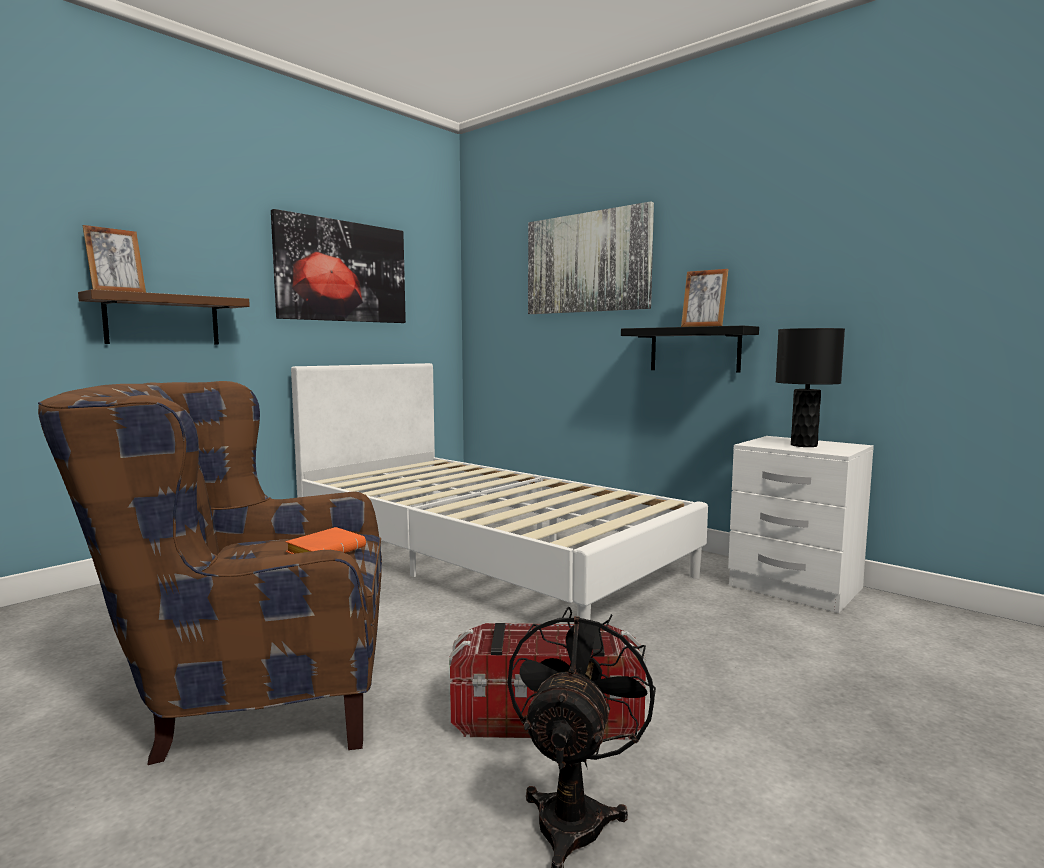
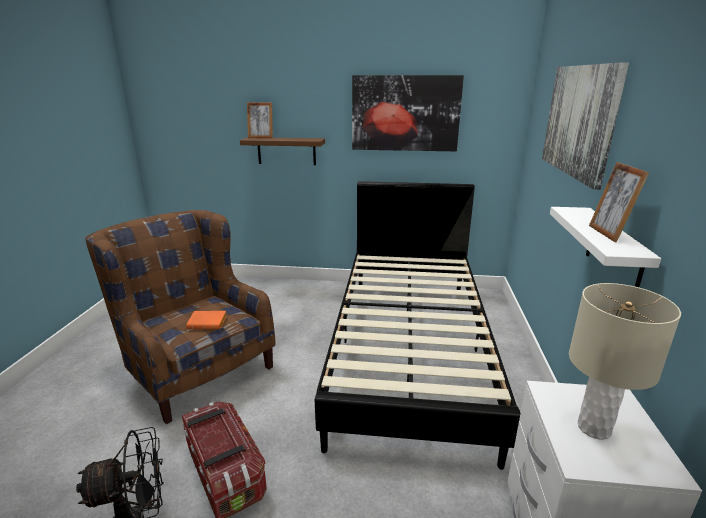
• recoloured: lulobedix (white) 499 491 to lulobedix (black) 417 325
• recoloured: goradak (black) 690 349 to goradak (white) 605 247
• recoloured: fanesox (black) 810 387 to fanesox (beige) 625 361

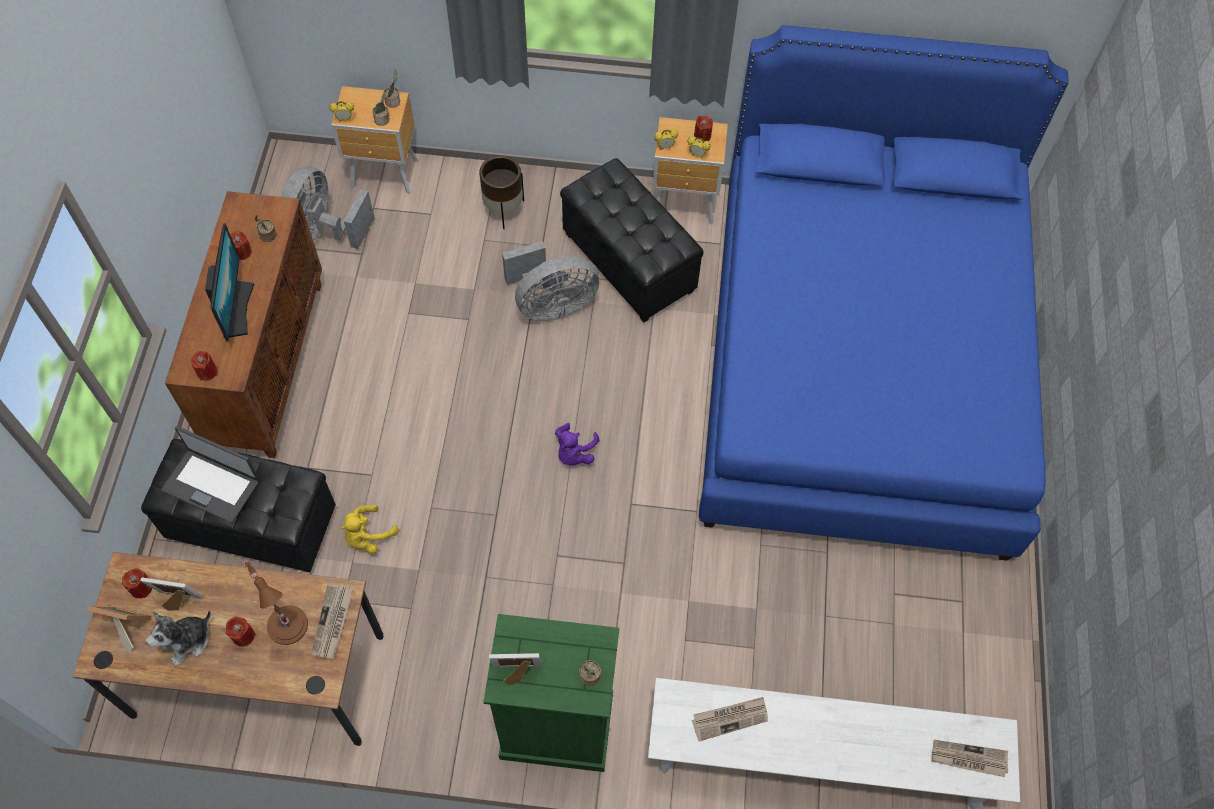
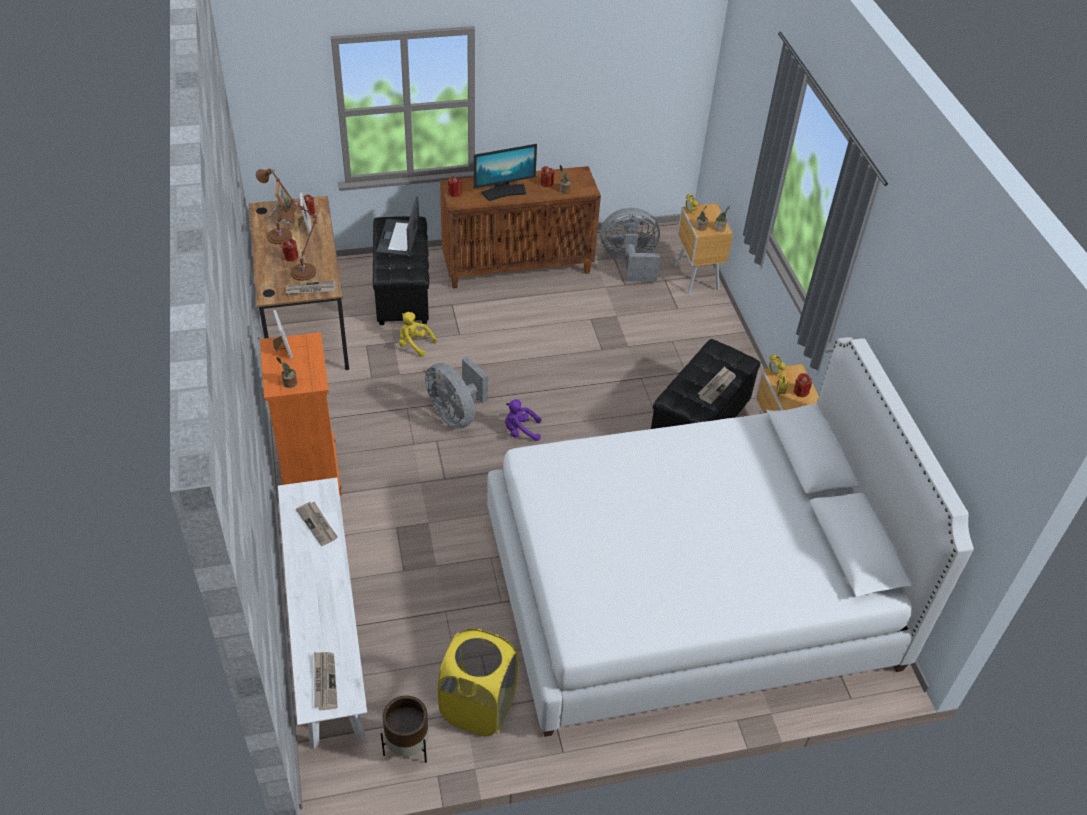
• replaced: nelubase 178 639 to fanesox (brown) 275 206
• moved: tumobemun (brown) 501 192 to 405 729
• recoloured: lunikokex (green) 551 693 to lunikokex (orange) 301 414
• moved: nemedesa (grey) 550 281 to 456 392
• recoloured: lulobedix (blue) 884 293 to lulobedix (white) 730 537
• added: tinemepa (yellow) 478 682
• added: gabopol 716 385

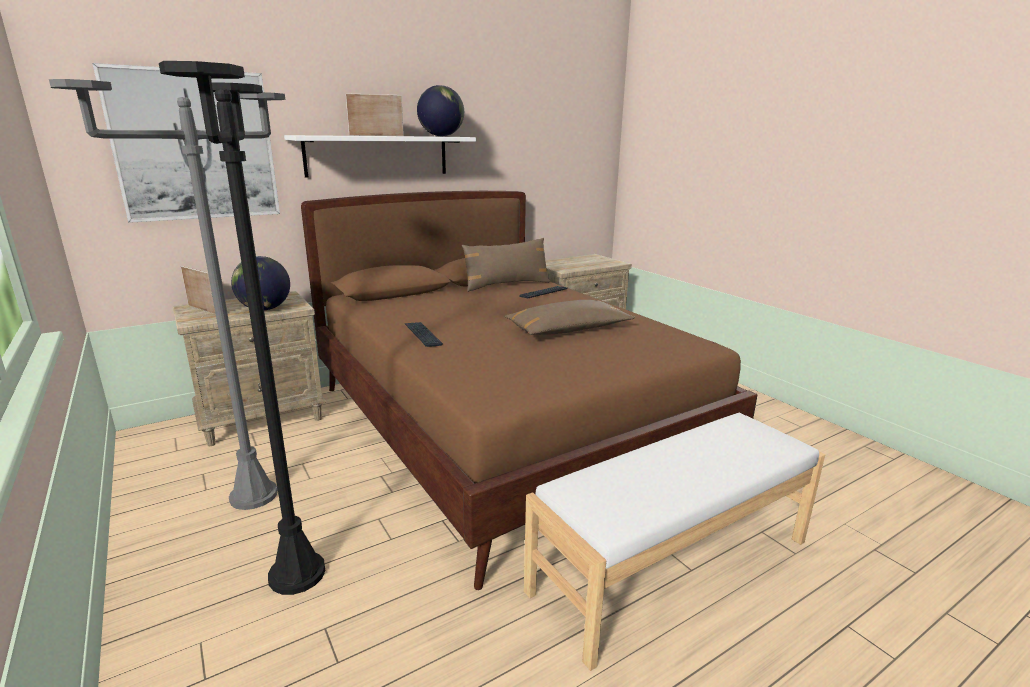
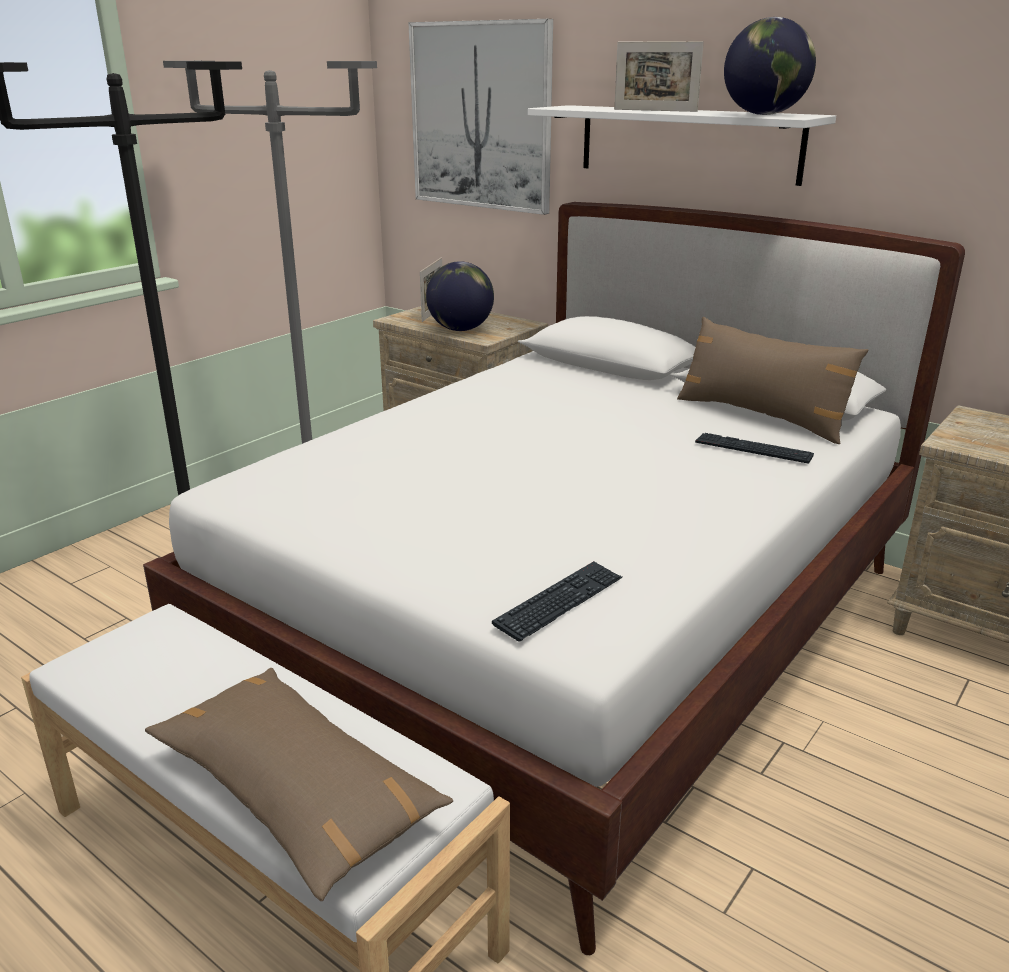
• recoloured: lulobedix (brown) 529 390 to lulobedix (white) 554 578
• turned: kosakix 375 114 = 659 76 150 degrees clockwise
• moved: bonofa 424 334 to 557 601
• moved: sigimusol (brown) 570 317 to 299 784

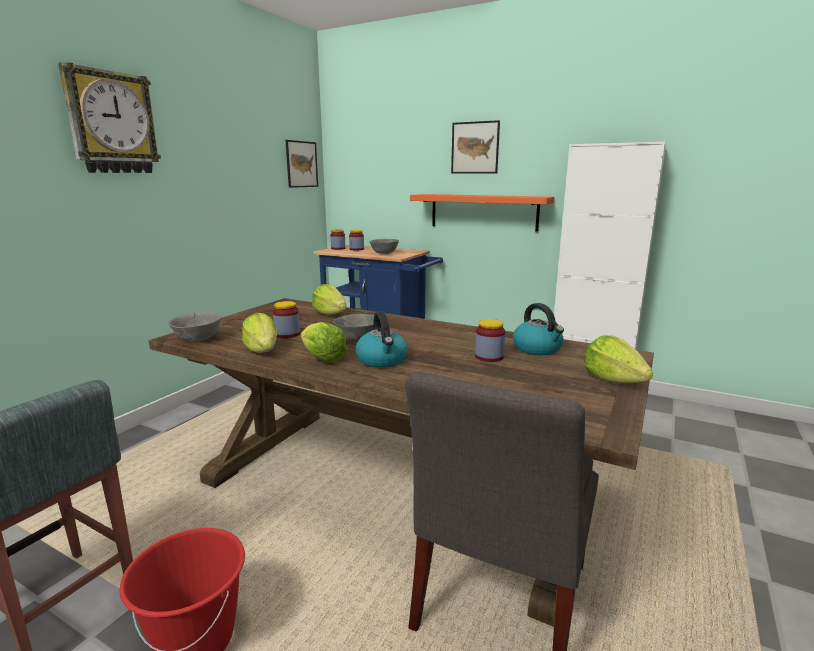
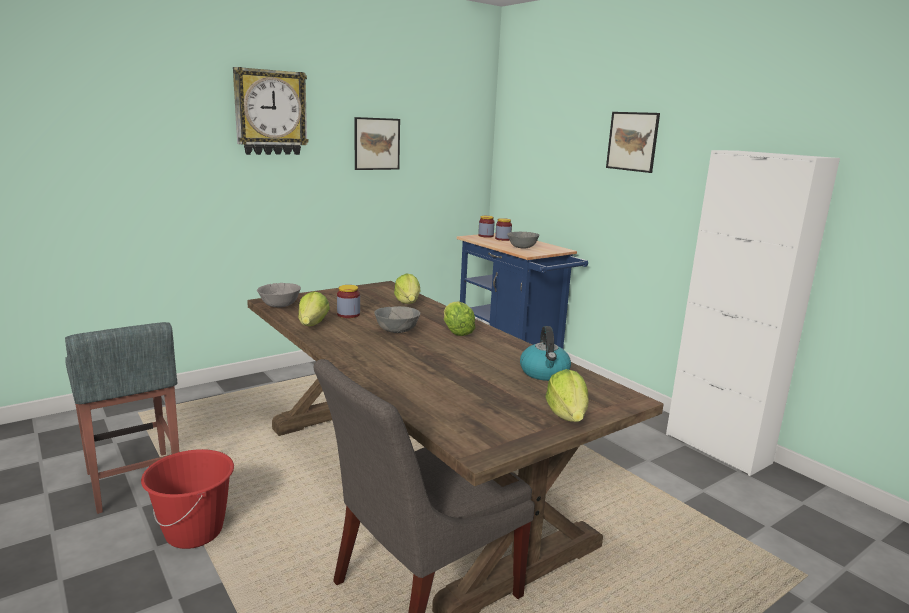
• moved: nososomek 301 164 to 377 143
• moved: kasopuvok 324 342 to 459 319
• removed: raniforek 382 340
• removed: goradak (orange) 482 213
• removed: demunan 490 340

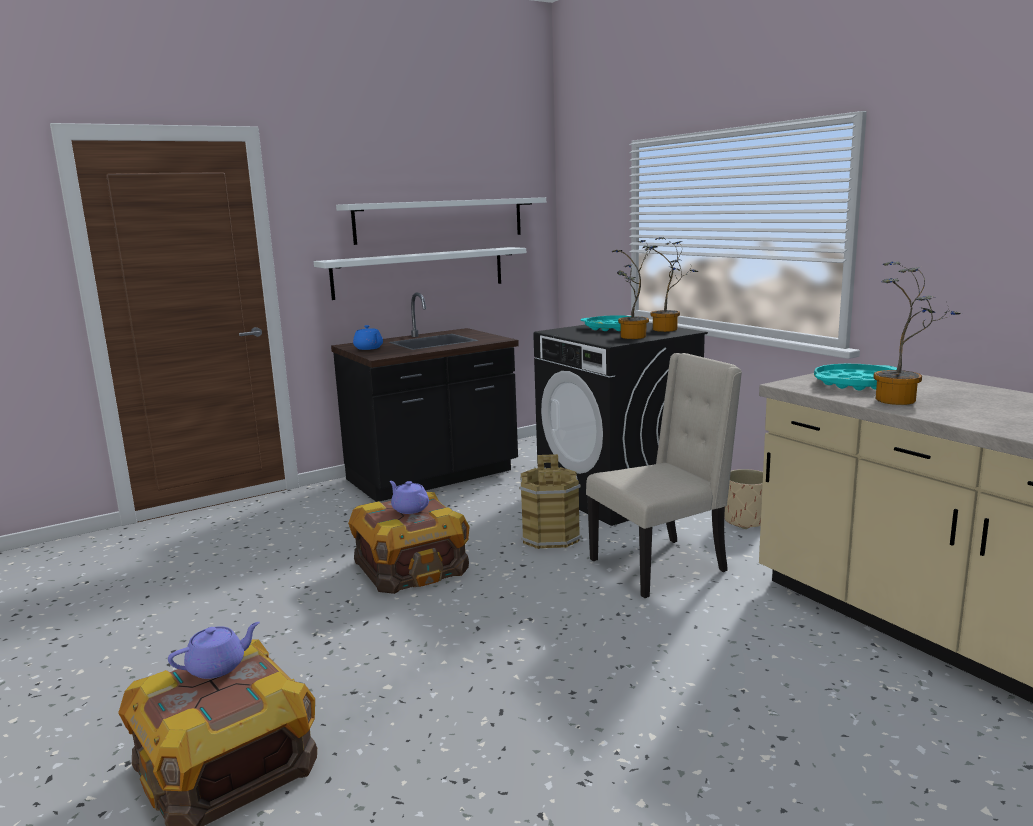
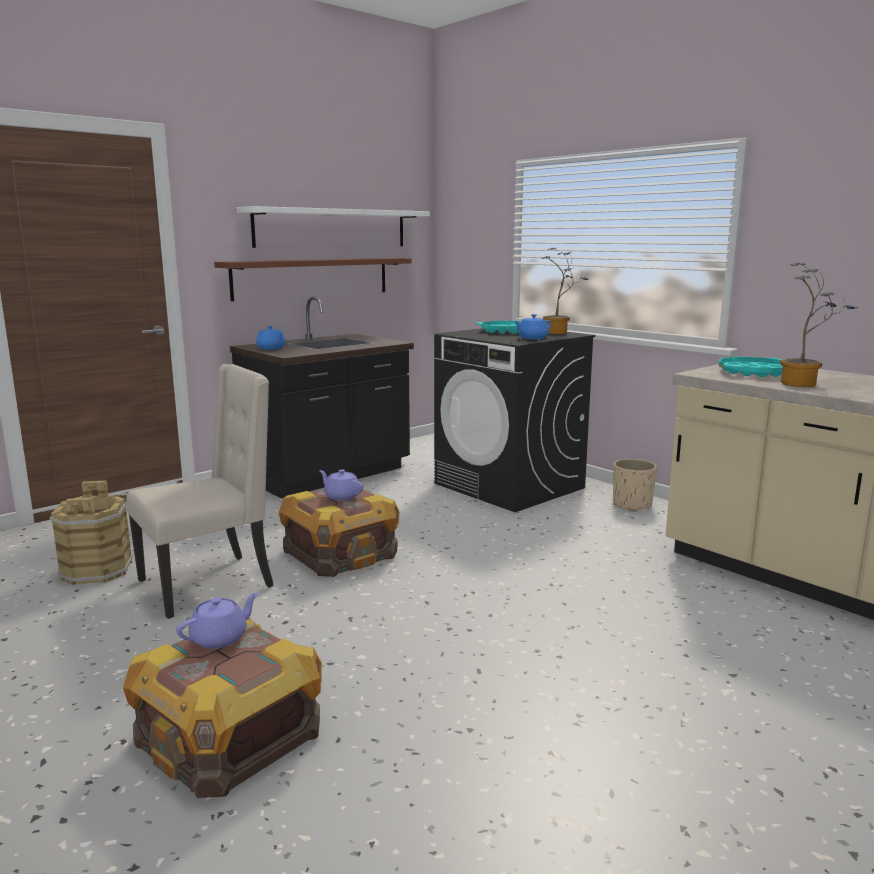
• recoloured: goradak (white) 420 273 to goradak (brown) 313 279
• moved: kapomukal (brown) 550 501 to 91 532
• moved: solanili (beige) 664 475 to 199 491
• replaced: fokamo 635 289 to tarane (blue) 532 326

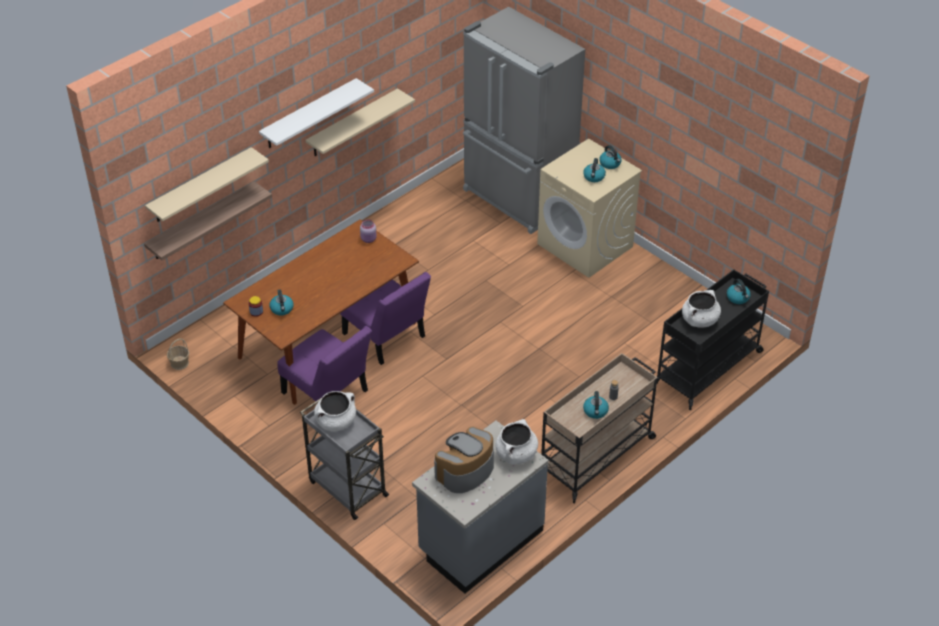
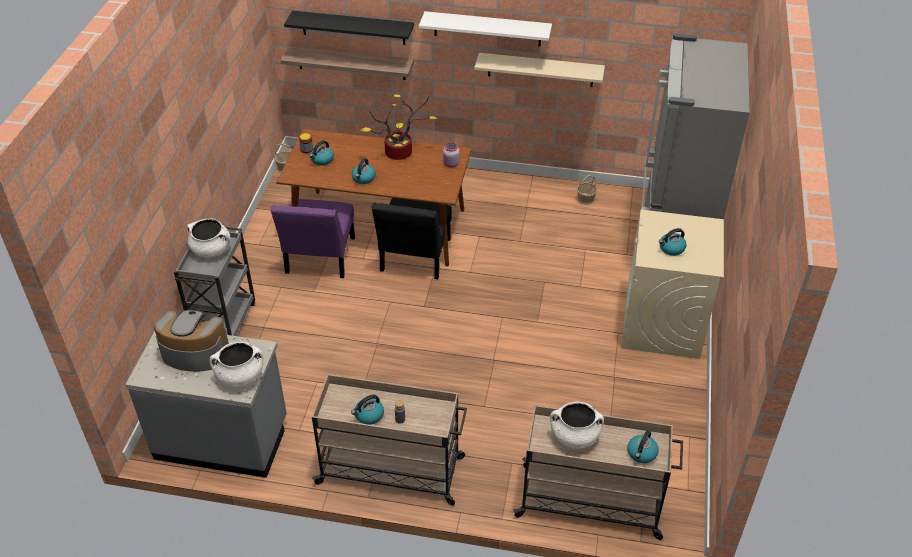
• recoloured: goradak (beige) 207 184 to goradak (black) 349 28
• recoloured: solanili (purple) 385 318 to solanili (black) 412 238
• moved: raniforek 610 157 to 364 171
• recoloured: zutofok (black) 712 339 to zutofok (beige) 598 472
• added: fokamo 399 127
• added: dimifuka 587 190

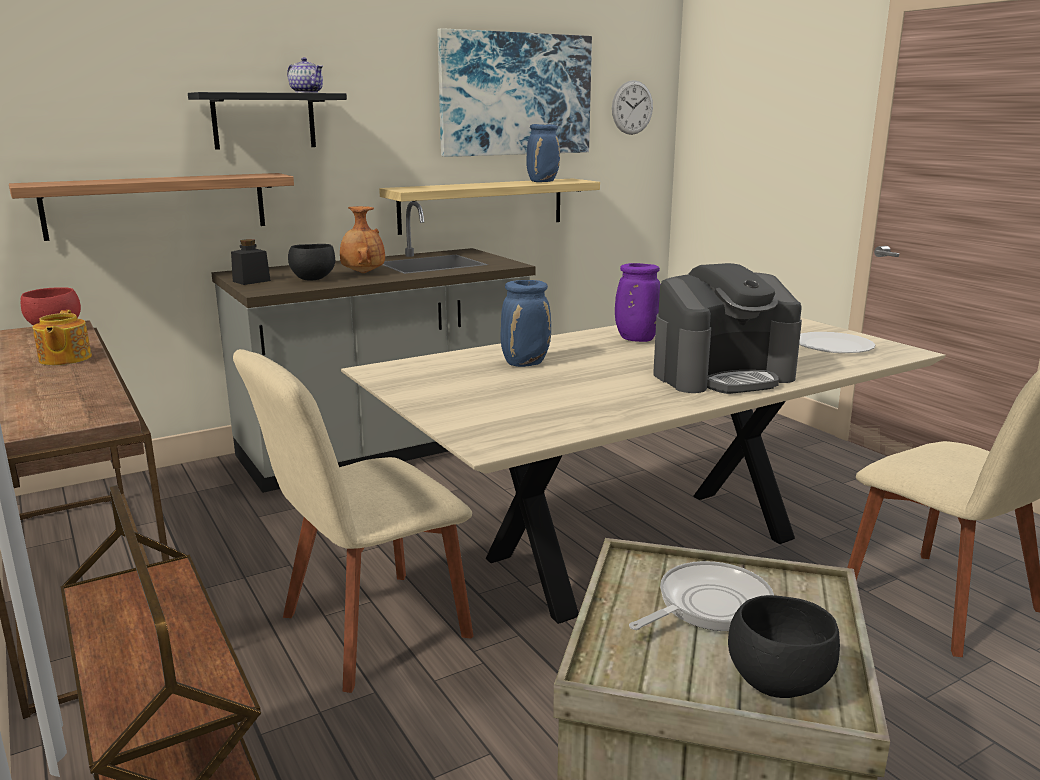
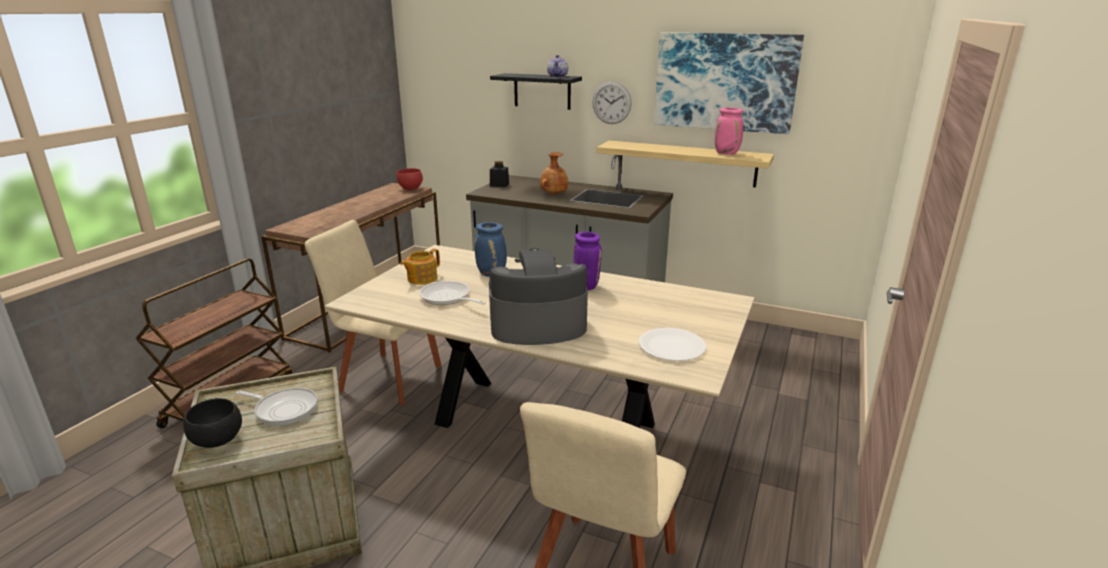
• removed: goradak 151 207
• moved: tarane 62 337 to 420 267
• removed: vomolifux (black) 311 262
• recoloured: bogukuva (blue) 543 153 to bogukuva (pink) 729 131
• moved: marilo 632 107 to 612 103
• turned: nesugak 727 328 = 538 296 135 degrees clockwise
• added: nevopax 452 293

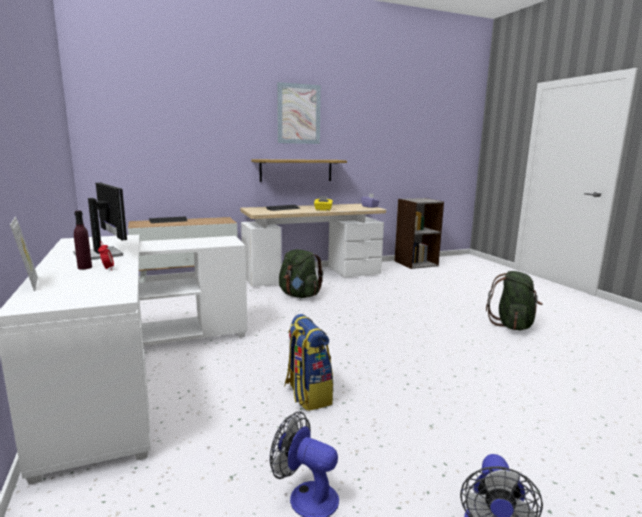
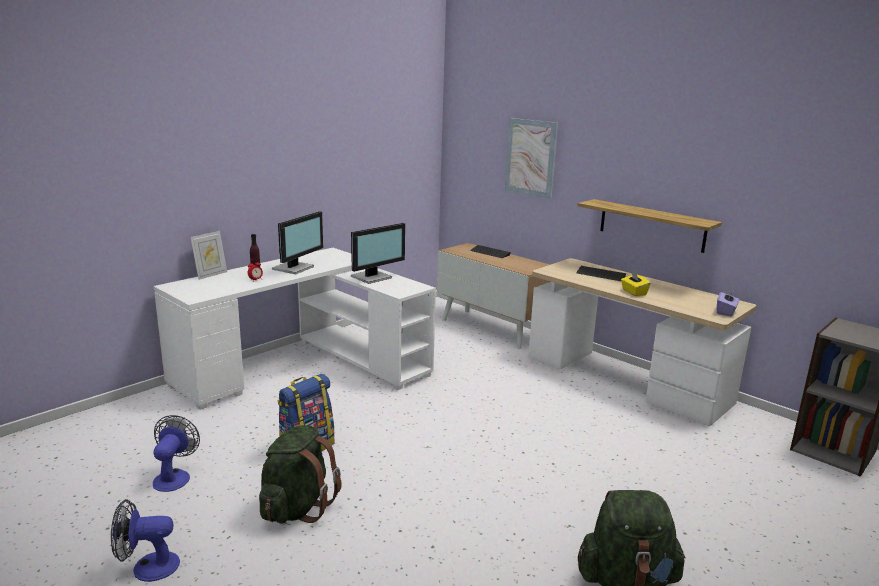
• moved: nososomek 299 113 to 531 158
• moved: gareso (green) 301 273 to 300 474
• added: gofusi 378 253

